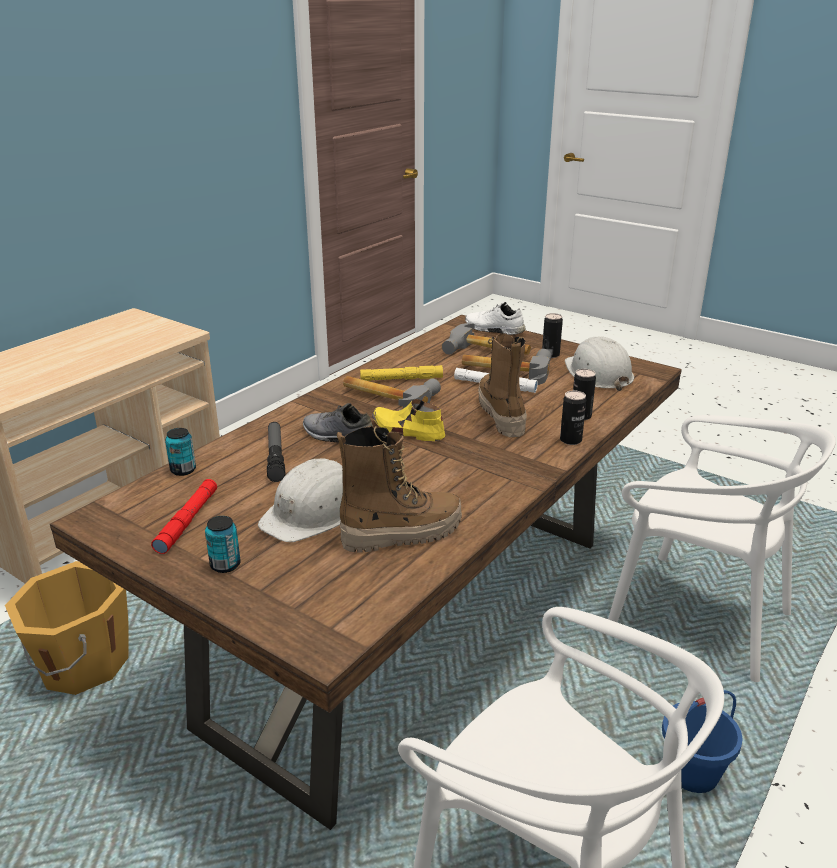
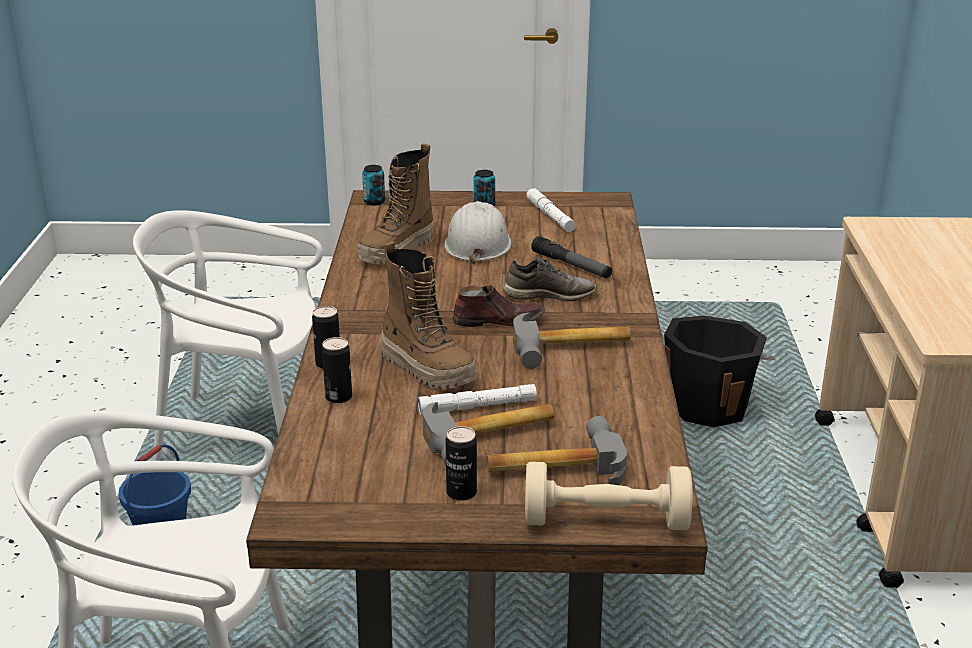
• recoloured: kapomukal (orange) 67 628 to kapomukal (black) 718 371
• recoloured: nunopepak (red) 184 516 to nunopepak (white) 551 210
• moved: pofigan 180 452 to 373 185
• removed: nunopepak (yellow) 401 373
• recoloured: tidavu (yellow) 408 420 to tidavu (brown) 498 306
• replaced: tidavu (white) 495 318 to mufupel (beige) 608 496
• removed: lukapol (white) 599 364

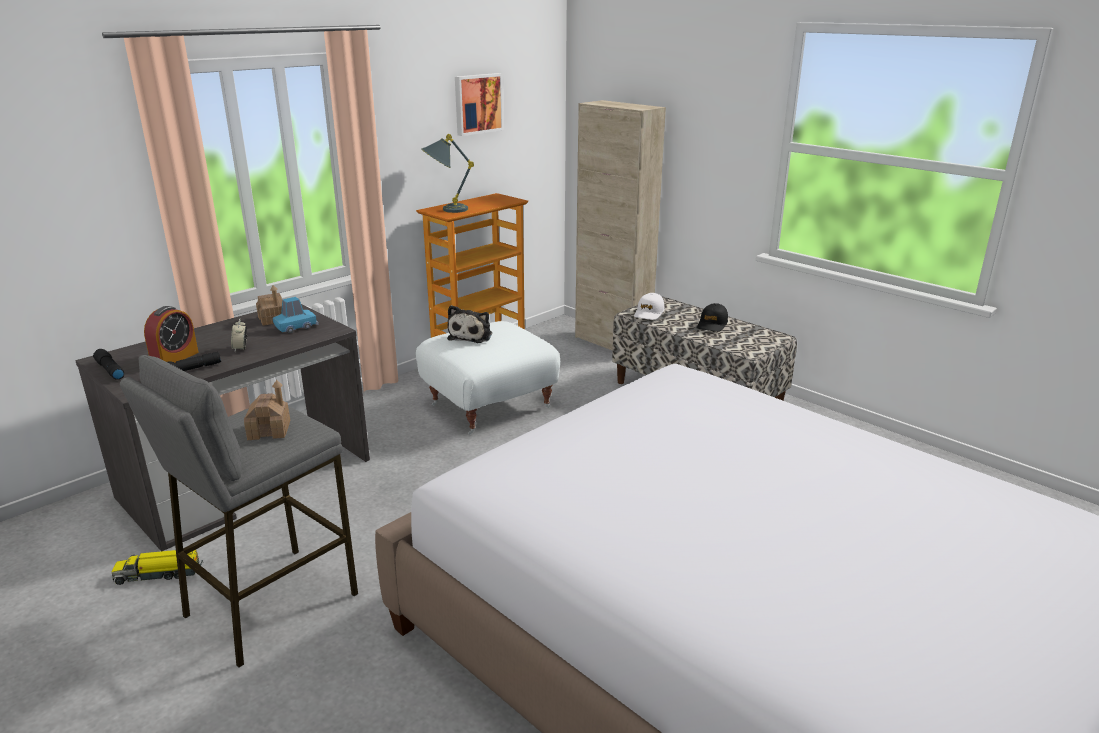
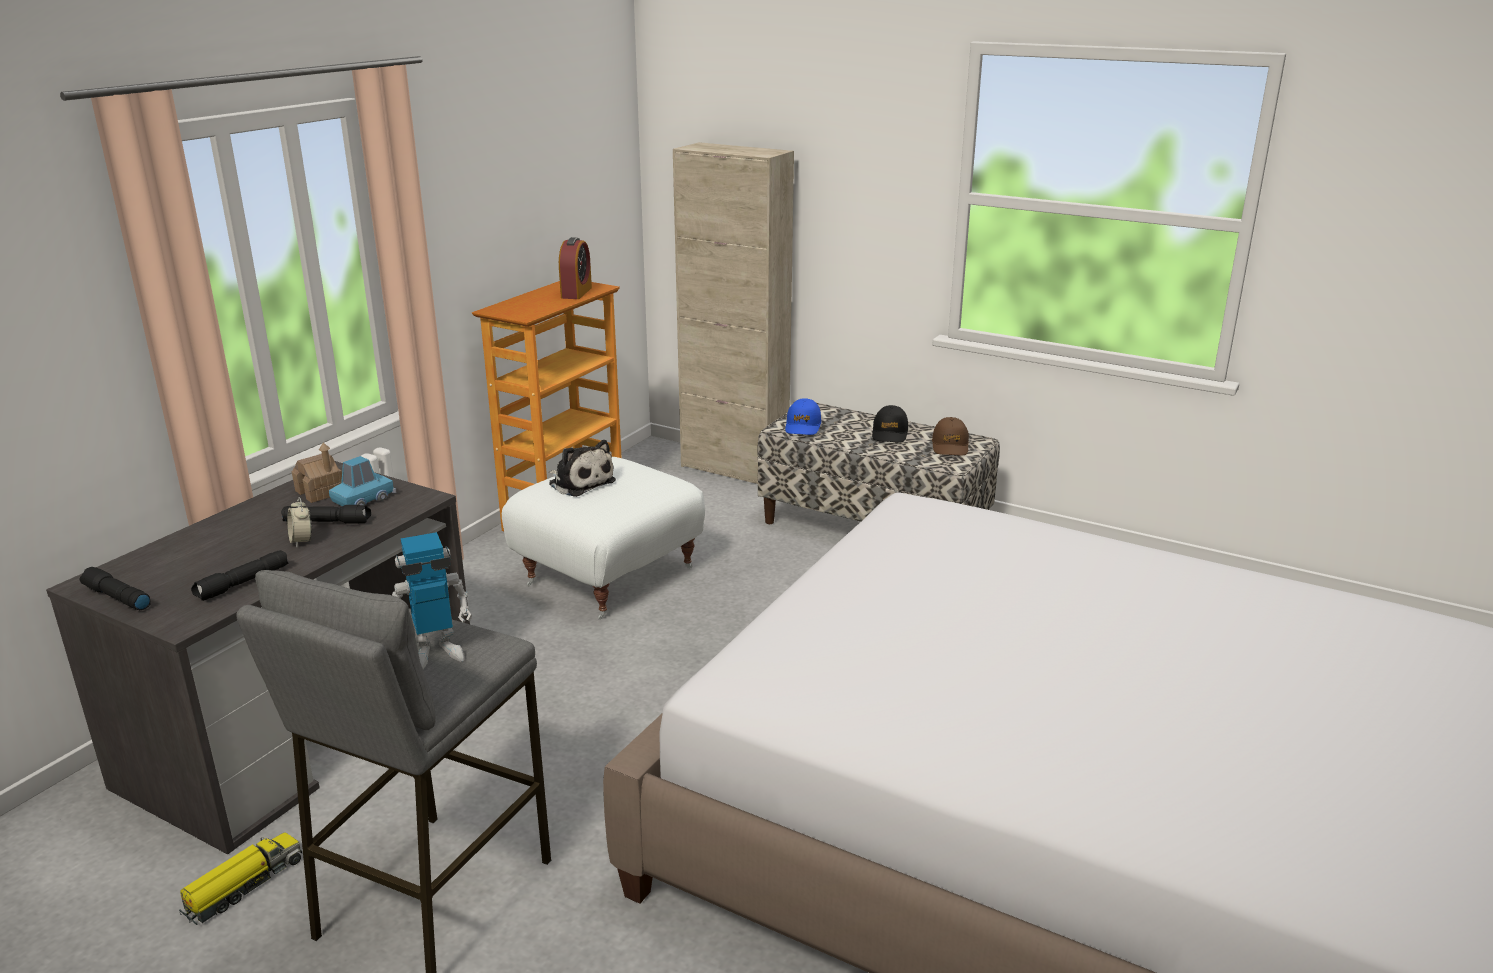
• turned: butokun 156 567 = 240 878 150 degrees clockwise
• moved: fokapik 171 334 to 575 268
• replaced: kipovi 267 410 to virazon 432 600
• removed: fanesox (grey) 447 173
• turned: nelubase 469 324 = 582 468 45 degrees counterclockwise
• removed: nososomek 479 104
• recoloured: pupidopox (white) 649 306 to pupidopox (blue) 803 416
• added: nunopepak (black) 326 514
• added: pupidopox (brown) 950 436

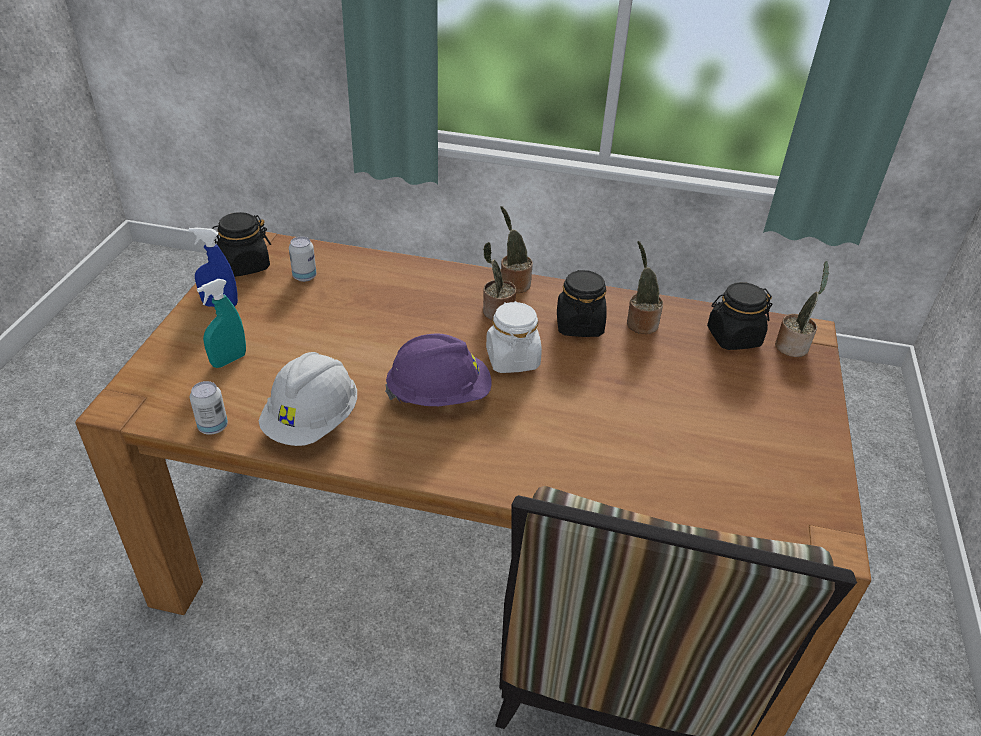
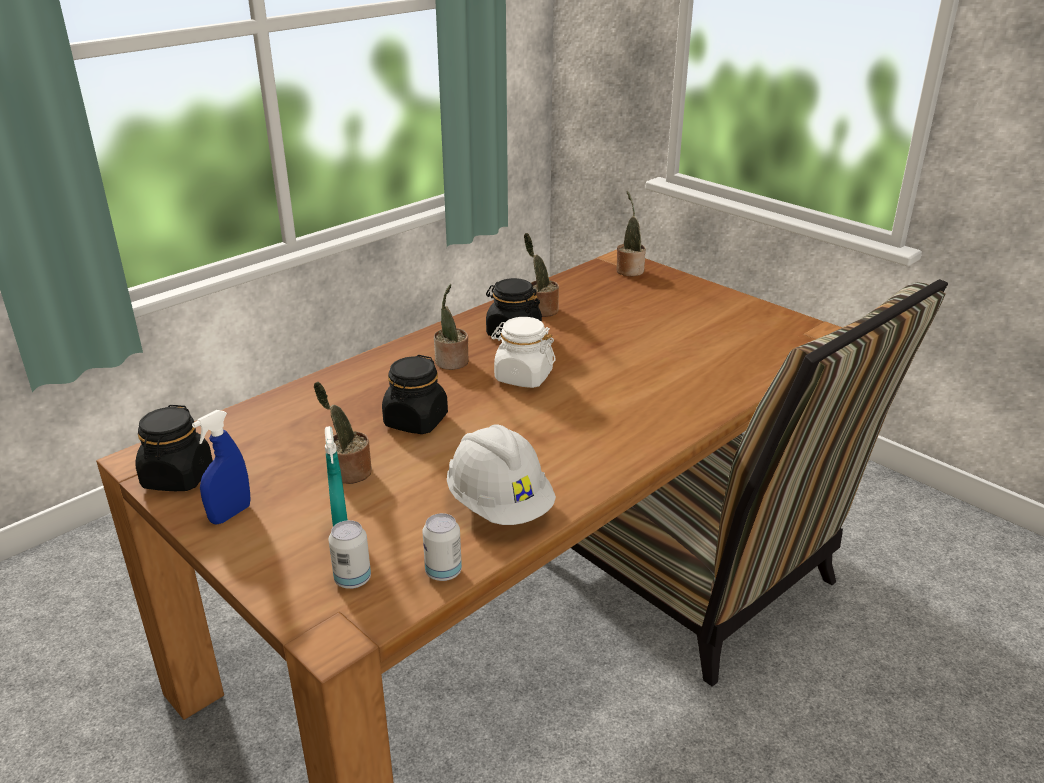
• moved: pofigan 303 259 to 349 554
• removed: lukapol (purple) 438 369
• moved: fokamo 516 249 to 343 433
• moved: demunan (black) 740 316 to 415 394

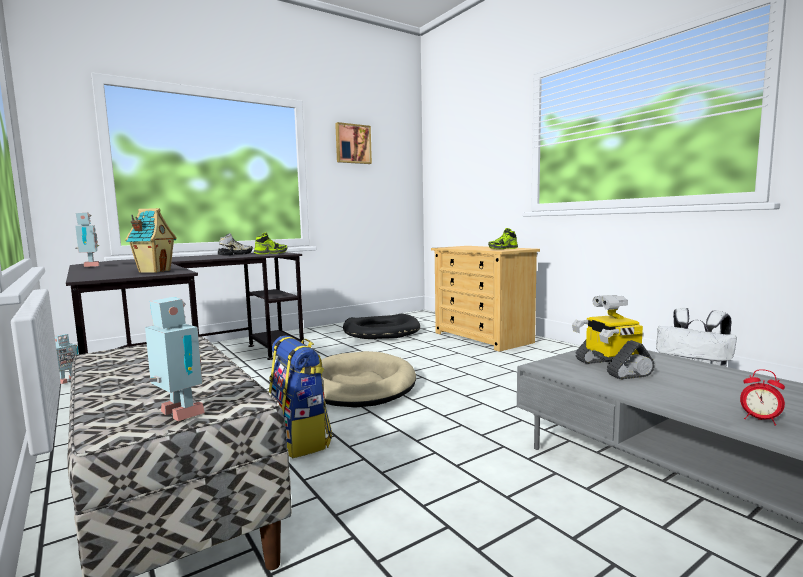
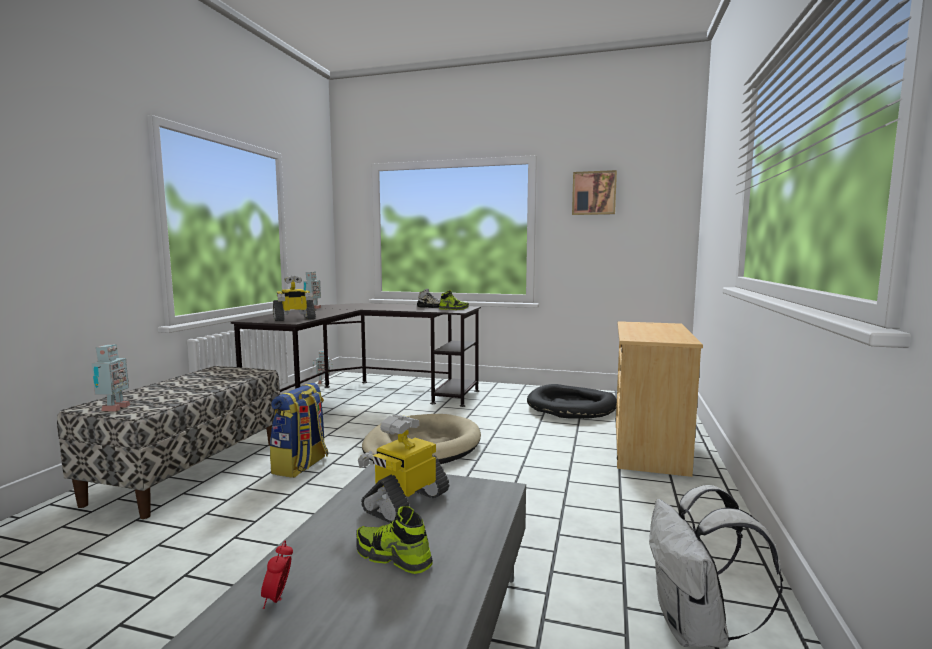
• replaced: kipovi 151 240 to virazon 294 298
• moved: tidavu 503 238 to 394 540

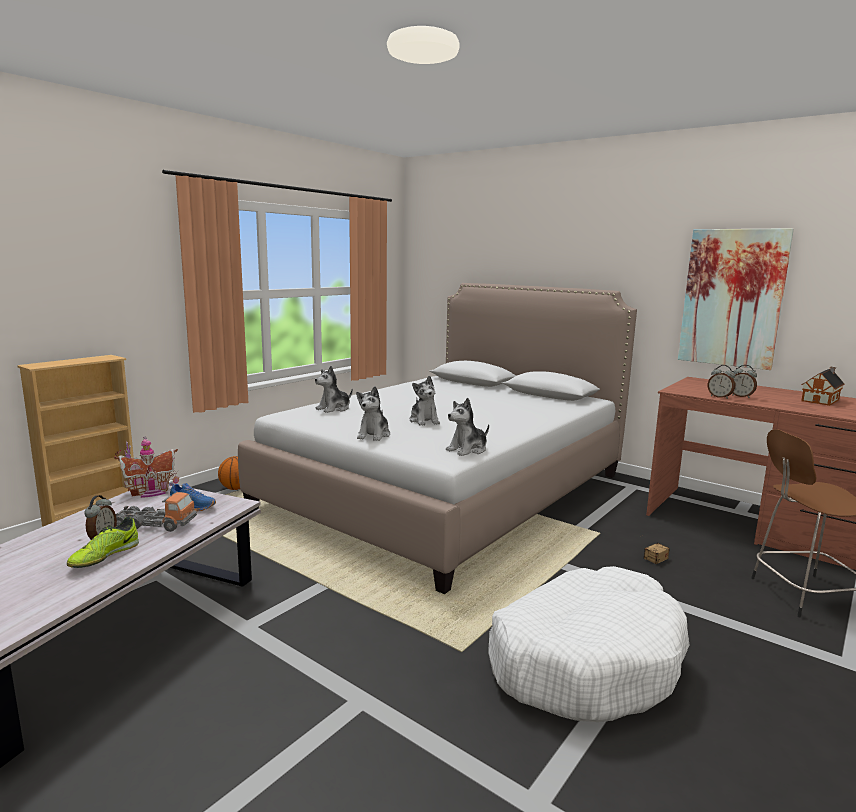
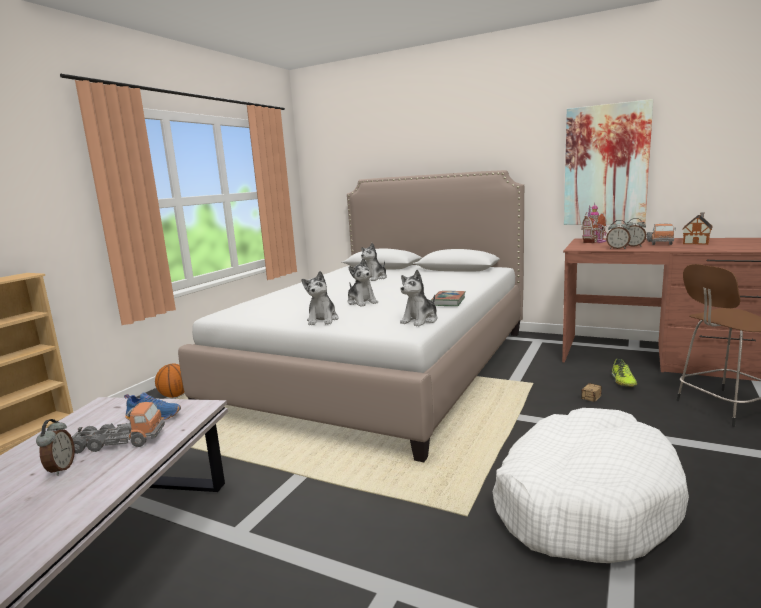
• moved: tidavu 103 542 to 624 373
• moved: kipovi 146 467 to 594 223
• moved: nelubase 334 389 to 374 262
• added: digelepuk 448 298
• added: butokun 661 234

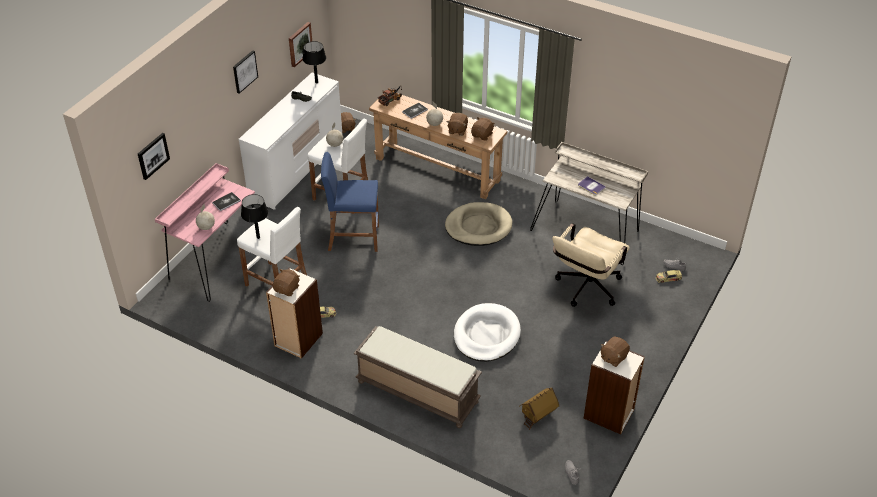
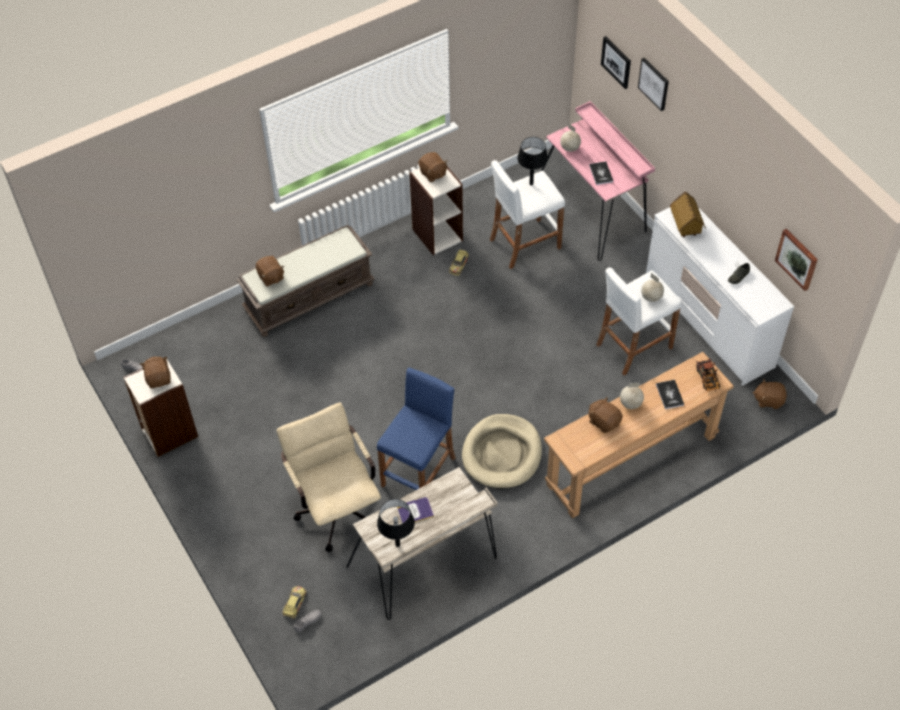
• moved: nososomek 245 72 to 653 84
• moved: fanesox (black) 314 62 to 396 523
• moved: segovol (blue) 350 202 to 416 429
• removed: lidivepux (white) 487 332
• moved: nelubase (brown) 483 129 to 270 271
• moved: kipovi 539 409 to 688 214

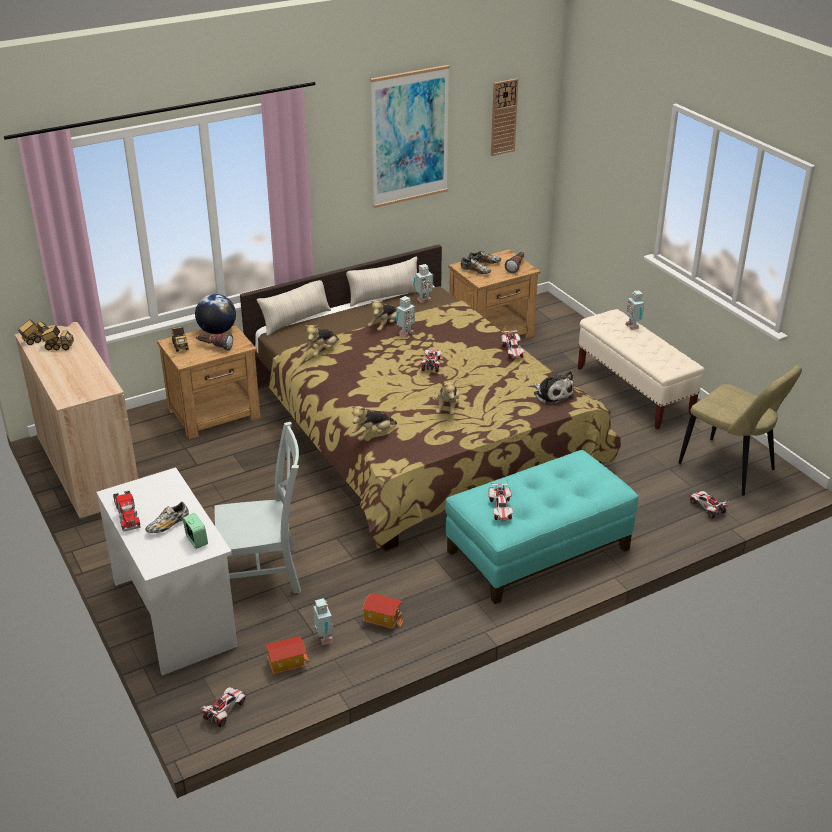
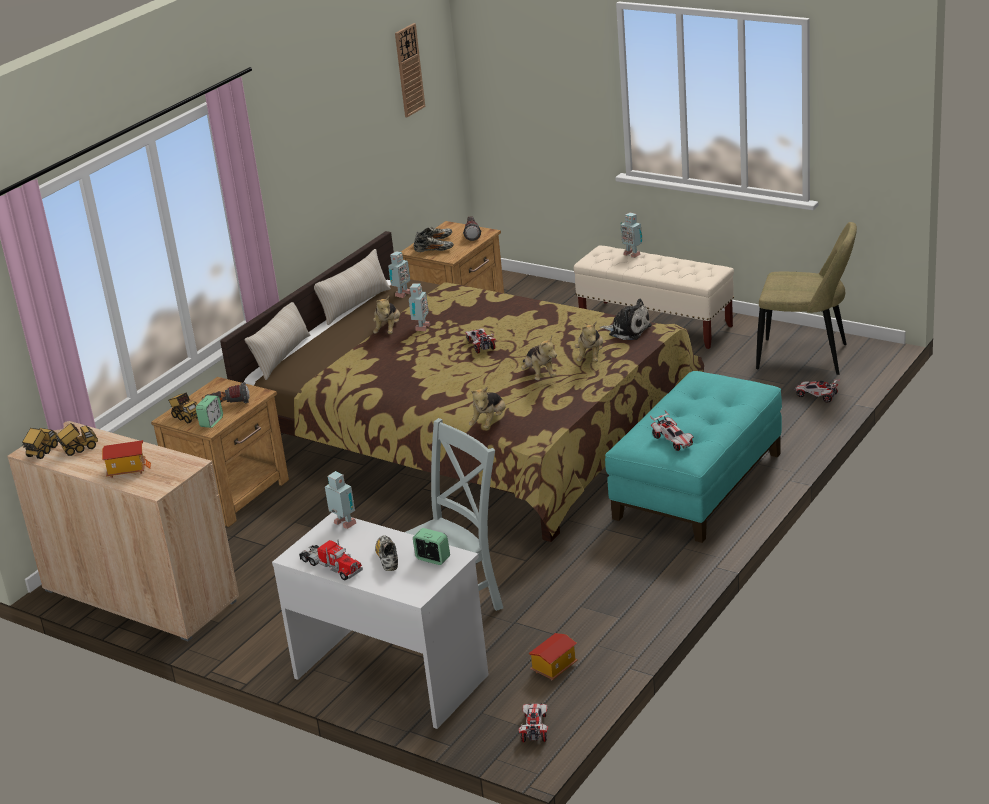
• turned: tidavu 167 517 = 386 553 150 degrees clockwise
• removed: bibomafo 215 314
• moved: nelubase 321 340 to 589 341
• moved: virazon 323 621 to 340 500
• moved: kipovi 383 611 to 126 459
• removed: nososomek 410 136
• removed: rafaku 513 343
• added: fokapik 209 411

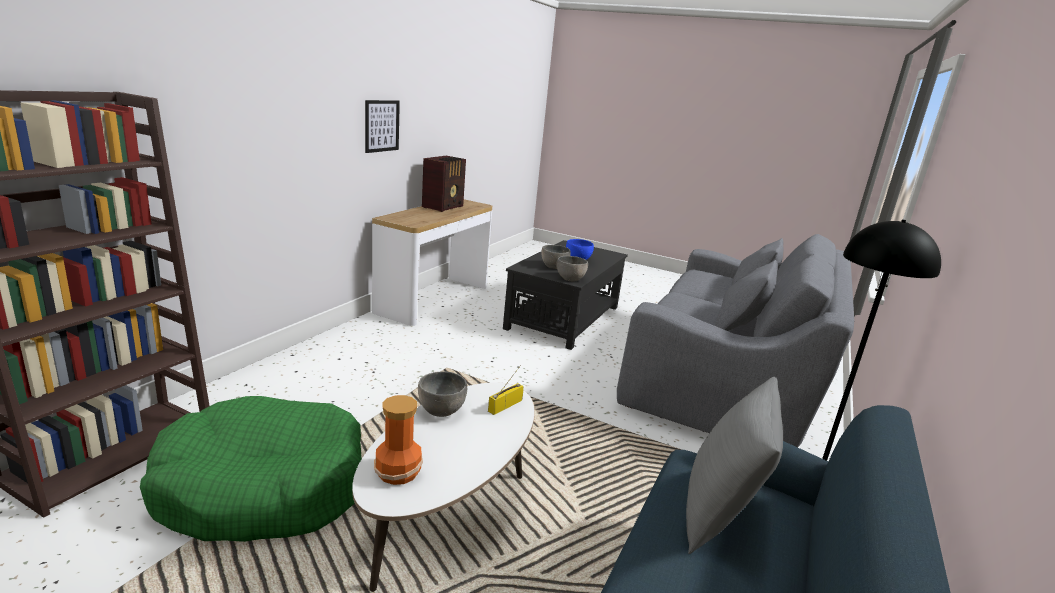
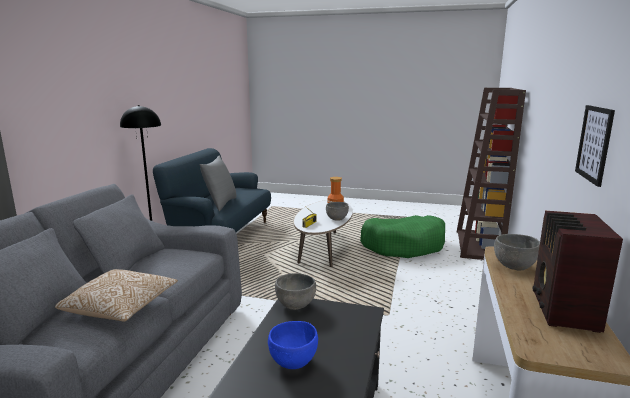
• moved: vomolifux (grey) 556 257 to 517 252
• added: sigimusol 116 295

